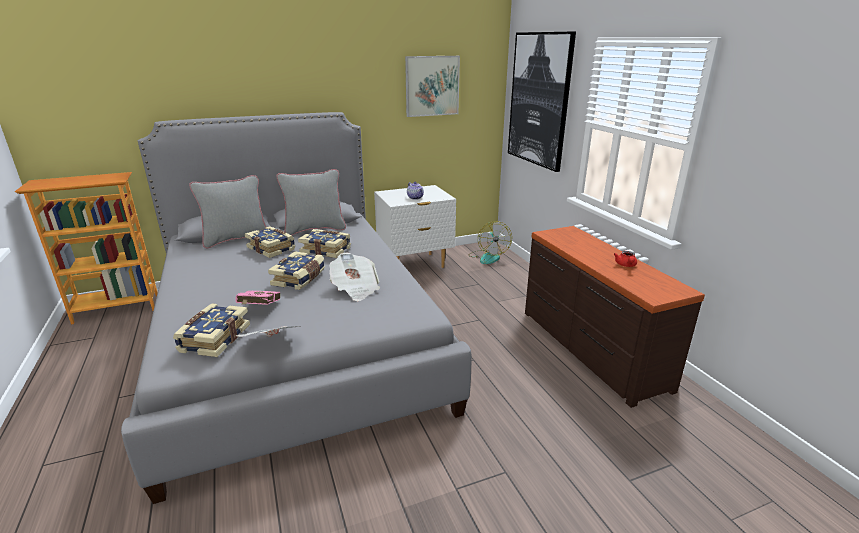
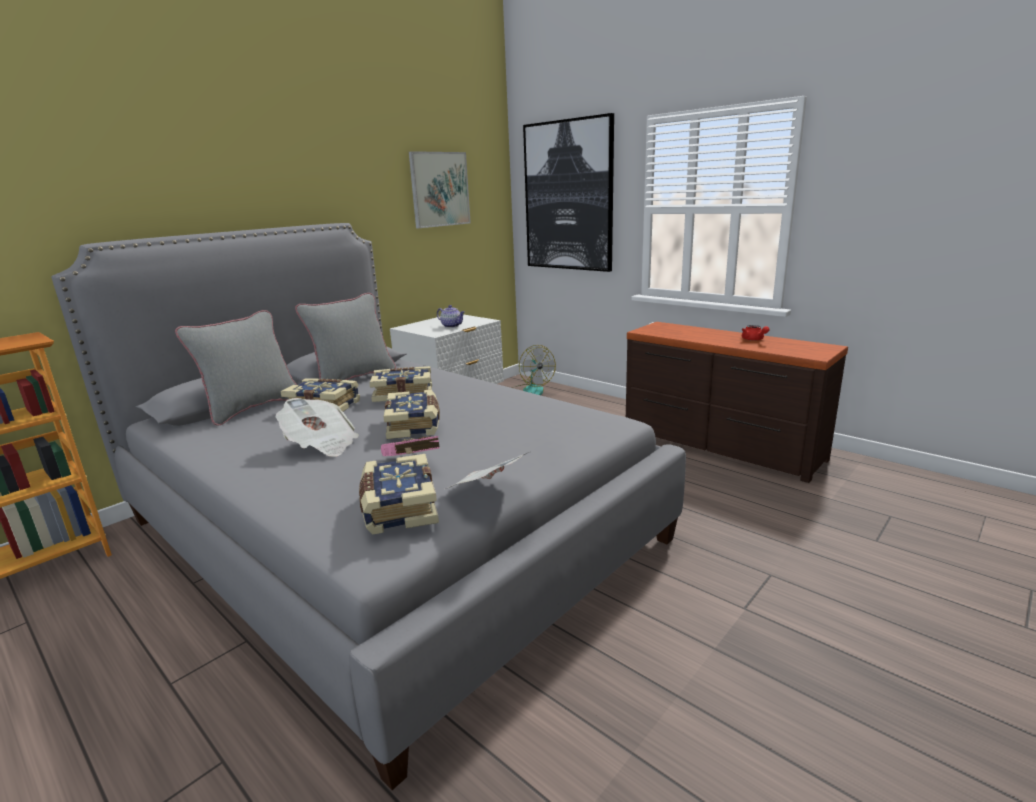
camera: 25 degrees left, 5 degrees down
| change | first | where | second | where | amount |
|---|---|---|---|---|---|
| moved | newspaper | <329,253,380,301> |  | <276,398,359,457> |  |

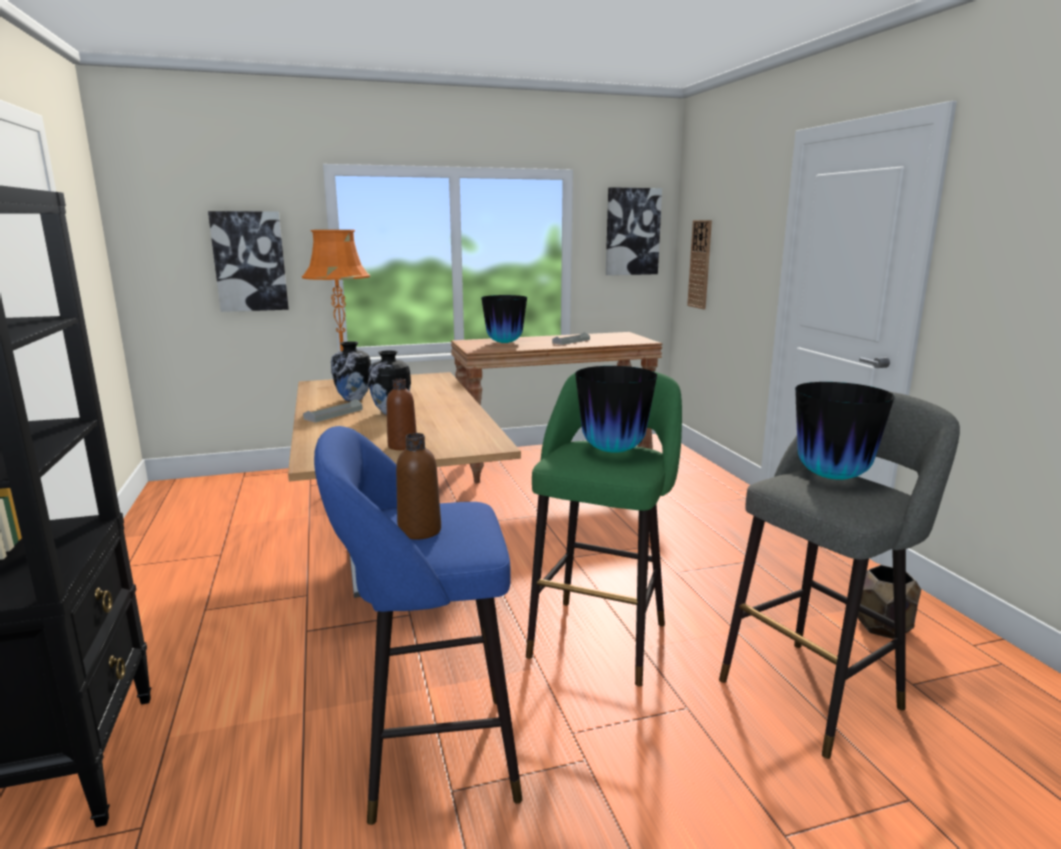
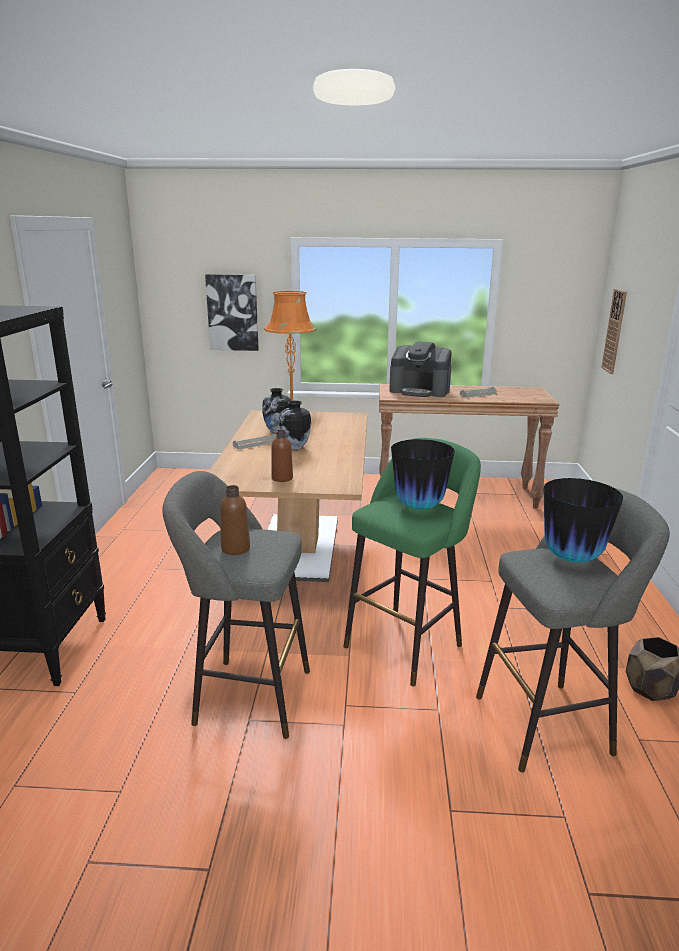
camera: 20 degrees right, 5 degrees up
| change | first | where | second | where | amount |
|---|---|---|---|---|---|
| removed | wall picture | <606,187,662,275> |  |  |  |
| replaced | vase | <481,295,527,343> | coffee maker | <389,341,452,397> |  |
| recoloured | blue stool seat | <314,426,522,825> | grey stool seat | <162,471,310,739> |  |

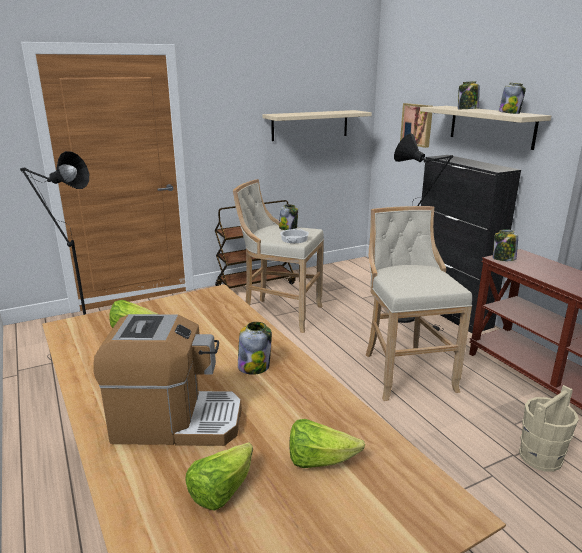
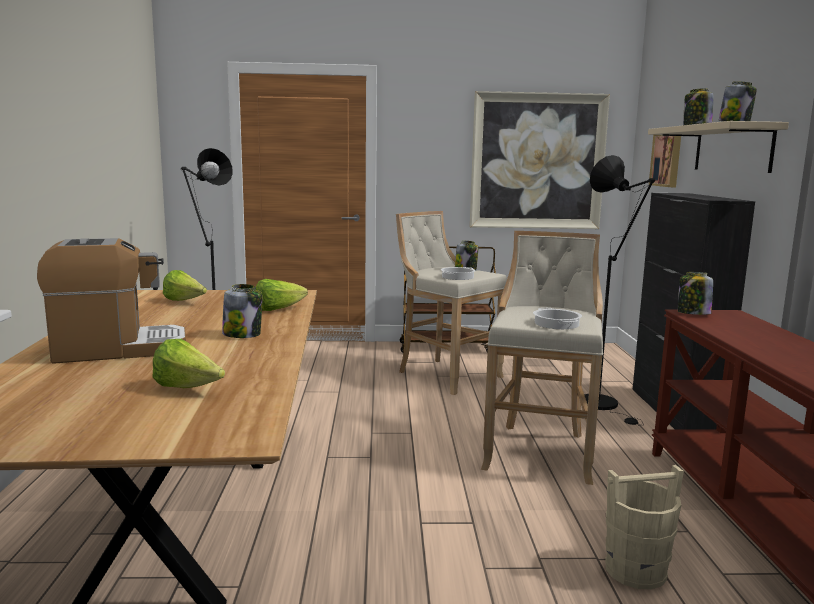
camera: 25 degrees right, 10 degrees down
| change | first | where | second | where | amount |
|---|---|---|---|---|---|
| replaced | sand-coloured shelf | <262,110,372,141> | wall picture | <470,91,610,229> |  |
| turned | coffee maker | <93,314,242,446> |  | <37,238,186,364> | 45 degrees counterclockwise |
| moved | lettuce head | <185,442,253,511> |  | <256,279,308,311> |  |
| added |  |  | stockpot | <533,308,582,329> |  |

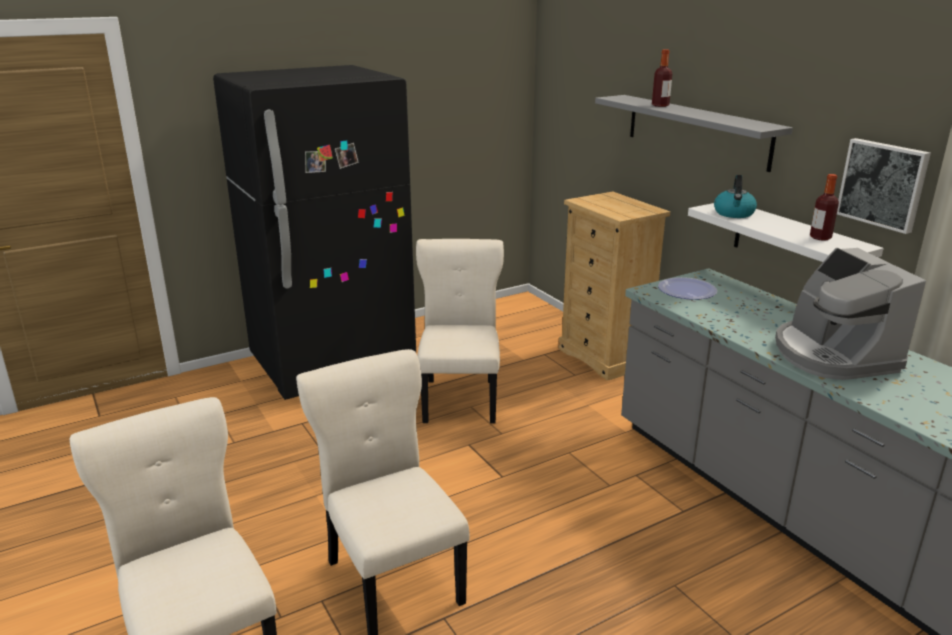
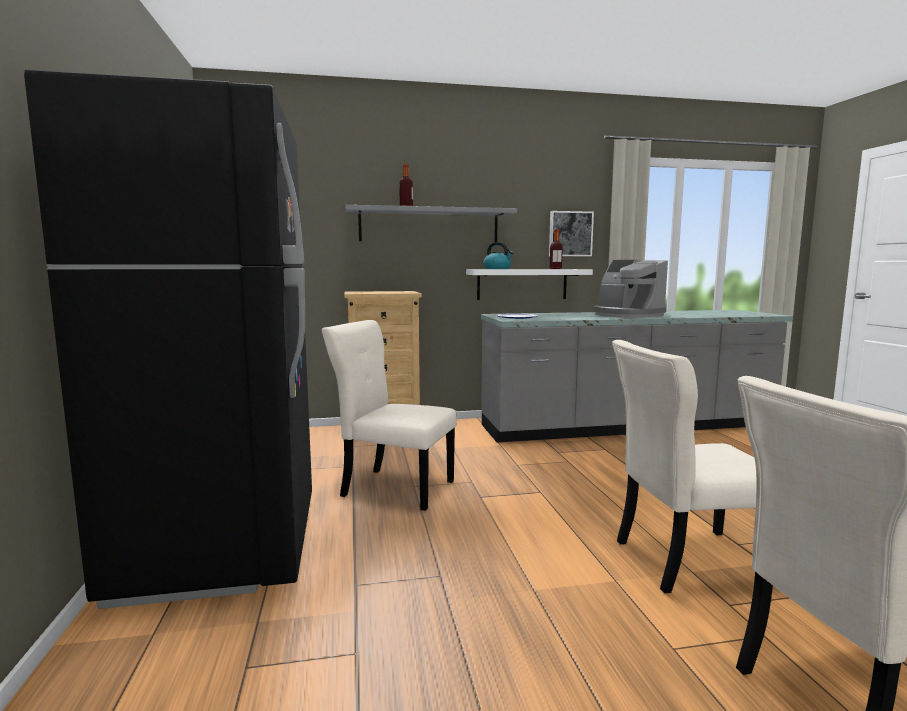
camera: 70 degrees left, 15 degrees down
| change | first | where | second | where | amount |
|---|---|---|---|---|---|
| turned | coffee maker | <775,248,926,380> |  | <594,260,668,318> | 45 degrees clockwise |

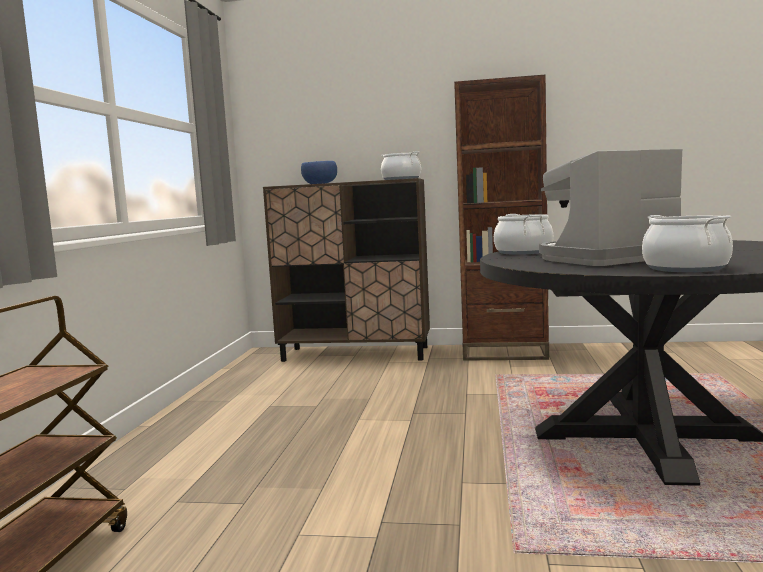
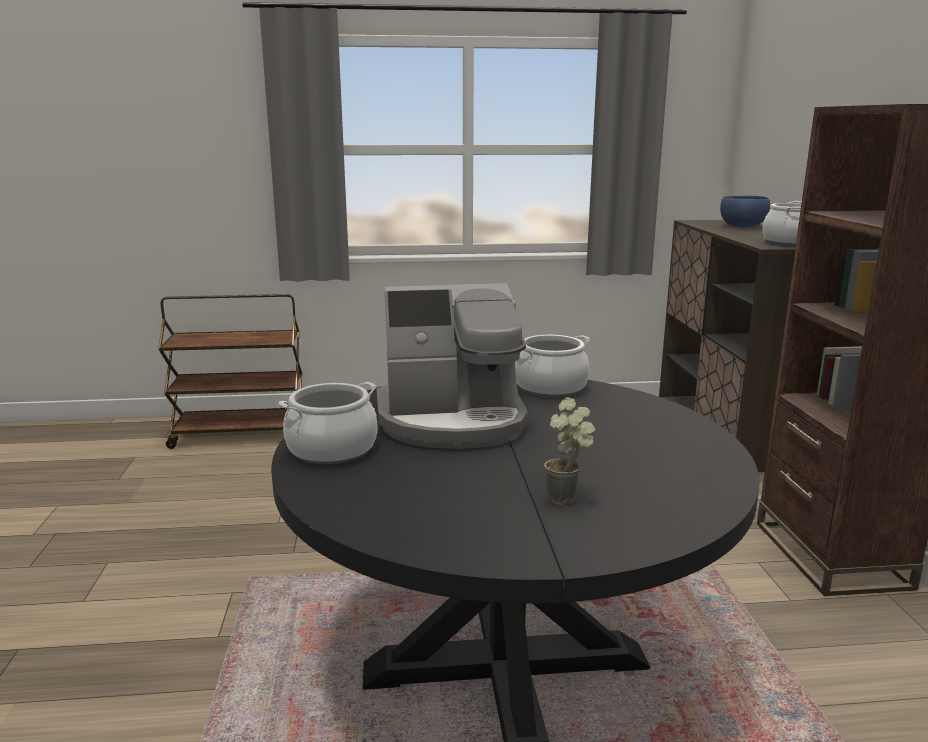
camera: 75 degrees right, 10 degrees up
| change | first | where | second | where | amount |
|---|---|---|---|---|---|
| turned | coffee maker | <539,149,682,266> |  | <377,283,528,449> | 120 degrees clockwise |
| added |  |  | plant in a pot | <544,397,596,505> |  |

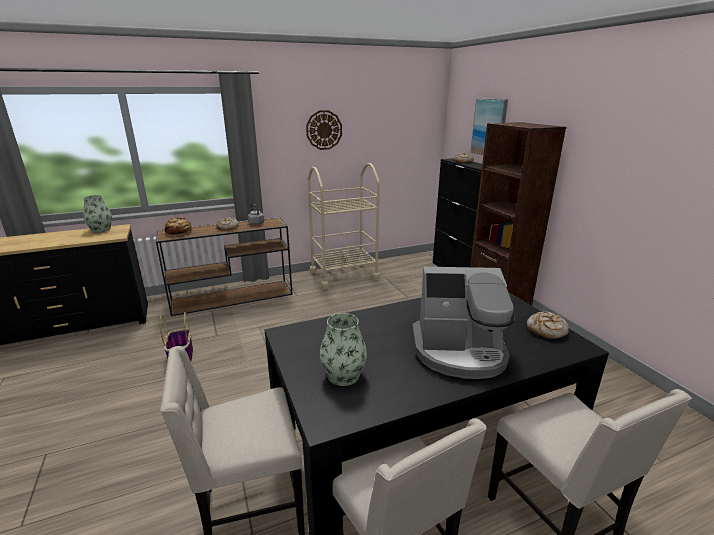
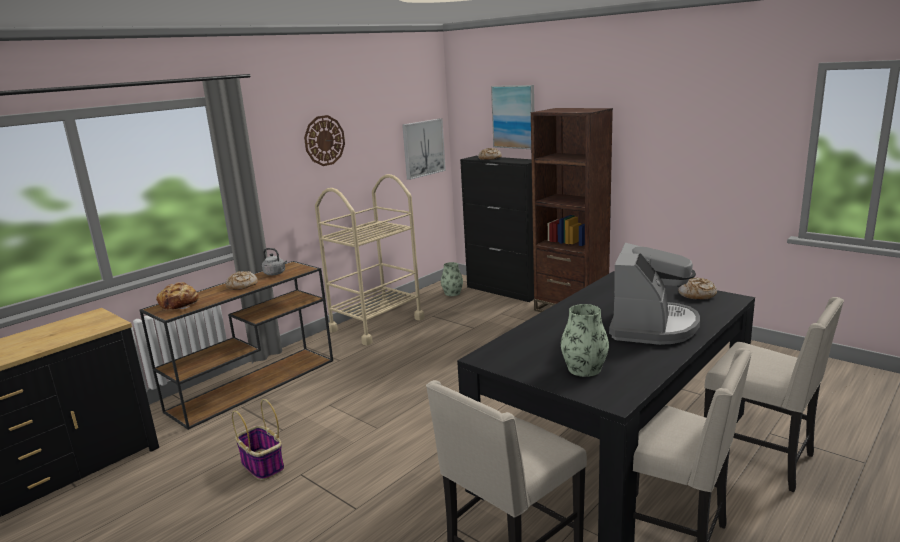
camera: 25 degrees left, 5 degrees down
| change | first | where | second | where | amount |
|---|---|---|---|---|---|
| moved | vase | <83,195,112,232> |  | <441,262,463,296> |  |
| turned | coffee maker | <412,267,515,379> |  | <609,243,700,345> | 45 degrees counterclockwise |
| added |  |  | wall picture | <402,119,446,180> |  |

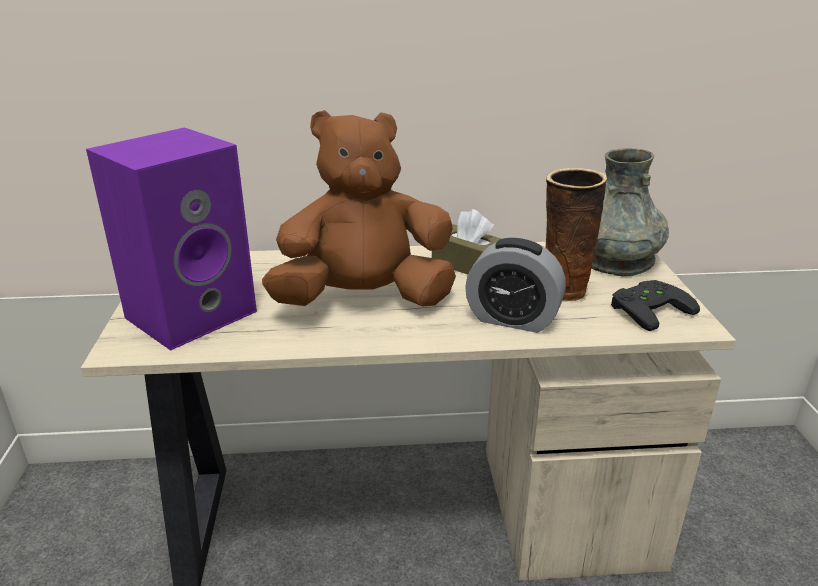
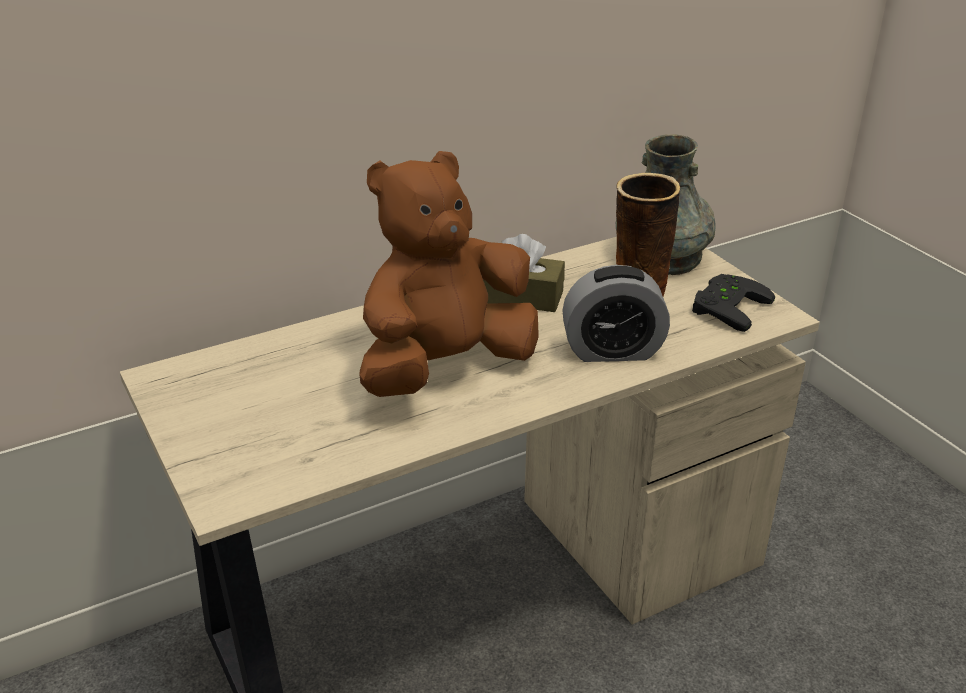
camera: 25 degrees left, 5 degrees up
| change | first | where | second | where | amount |
|---|---|---|---|---|---|
| removed | purple speaker | <86,128,257,351> |  |  |  |

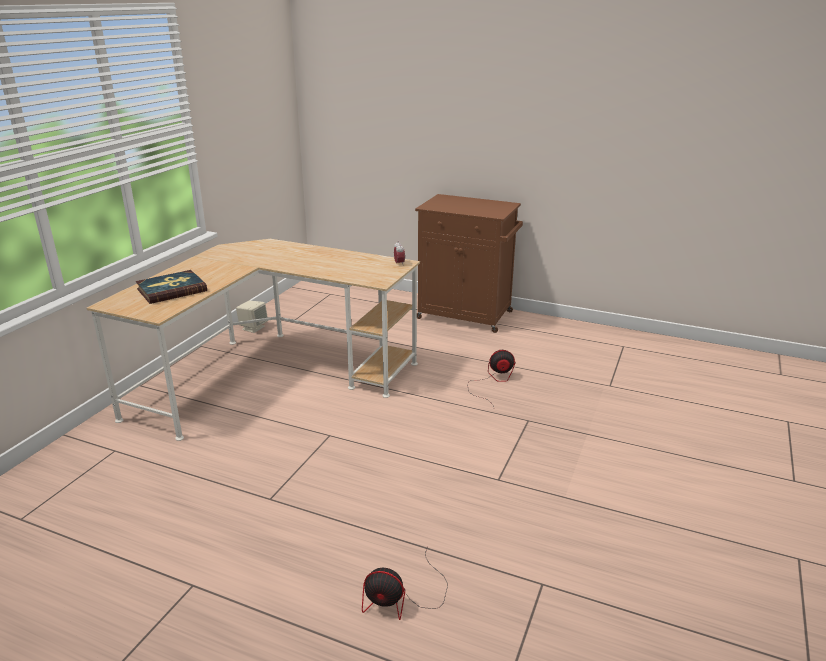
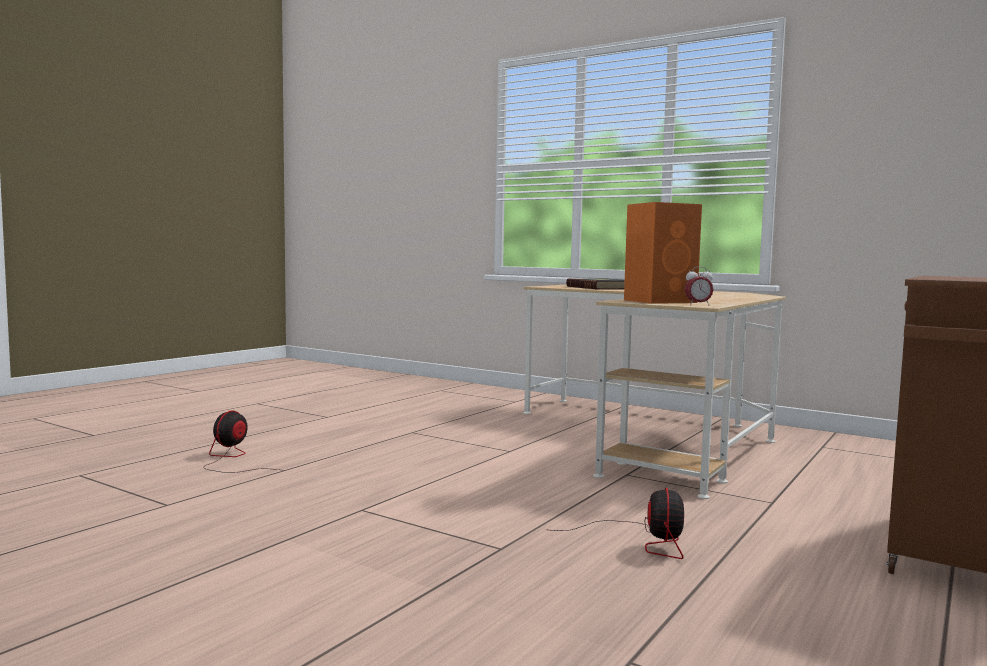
camera: 100 degrees right, 20 degrees down
| change | first | where | second | where | amount |
|---|---|---|---|---|---|
| removed | sand-coloured speaker | <236,301,268,333> |  |  |  |
| added |  |  | orange speaker | <624,202,702,304> |  |

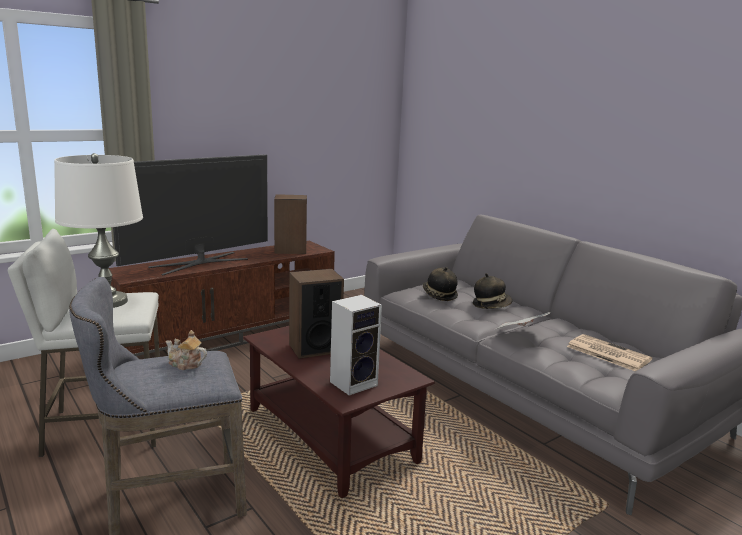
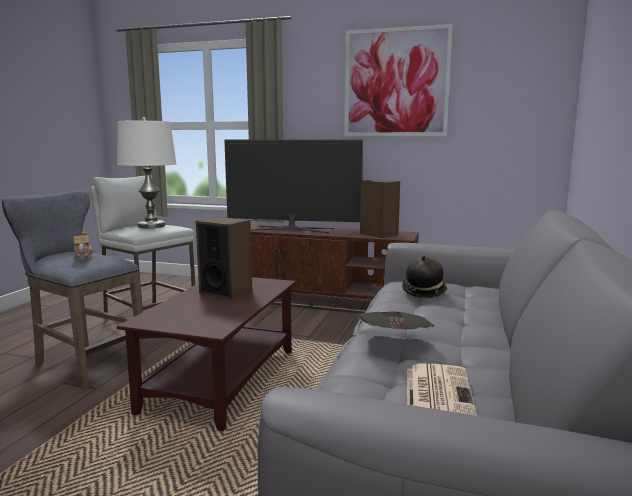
camera: 55 degrees right, 5 degrees down
| change | first | where | second | where | amount |
|---|---|---|---|---|---|
| removed | hat | <473,273,512,309> |  |  |  |
| removed | speaker | <330,295,382,396> |  |  |  |
| added |  |  | wall picture | <344,24,453,136> |  |

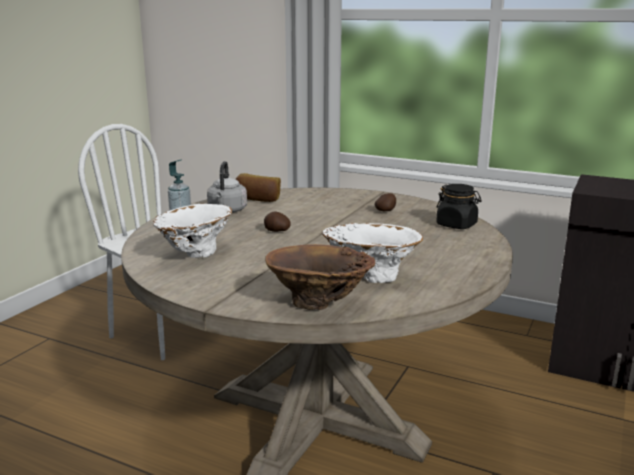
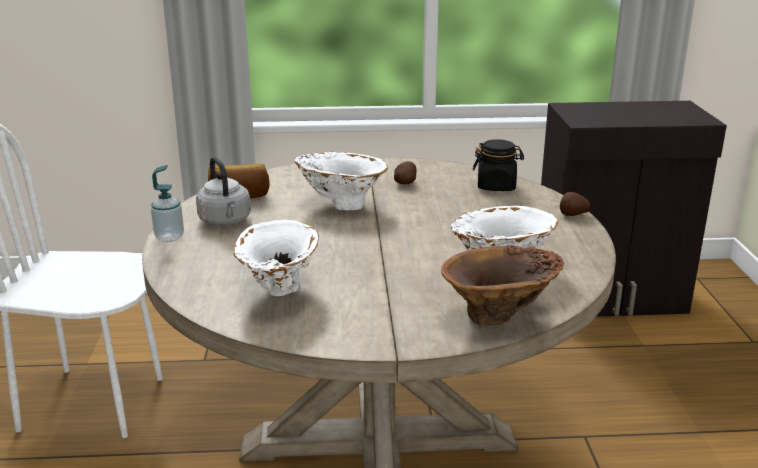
camera: 30 degrees left, 5 degrees up
| change | first | where | second | where | amount |
|---|---|---|---|---|---|
| moved | potato | <264,211,291,232> |  | <560,192,590,216> |  |
| added |  |  | white-coloured vase | <295,152,388,210> |  |

